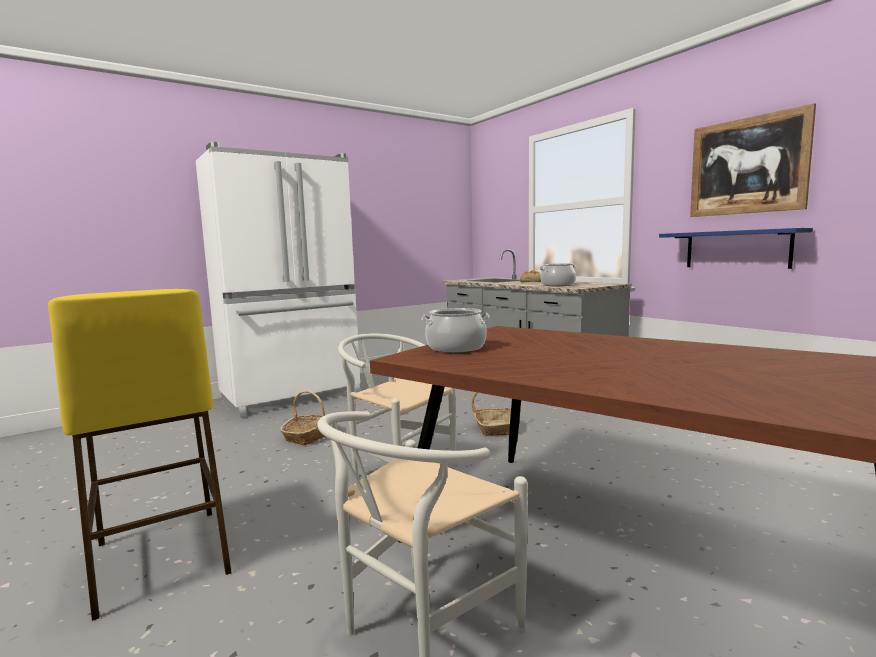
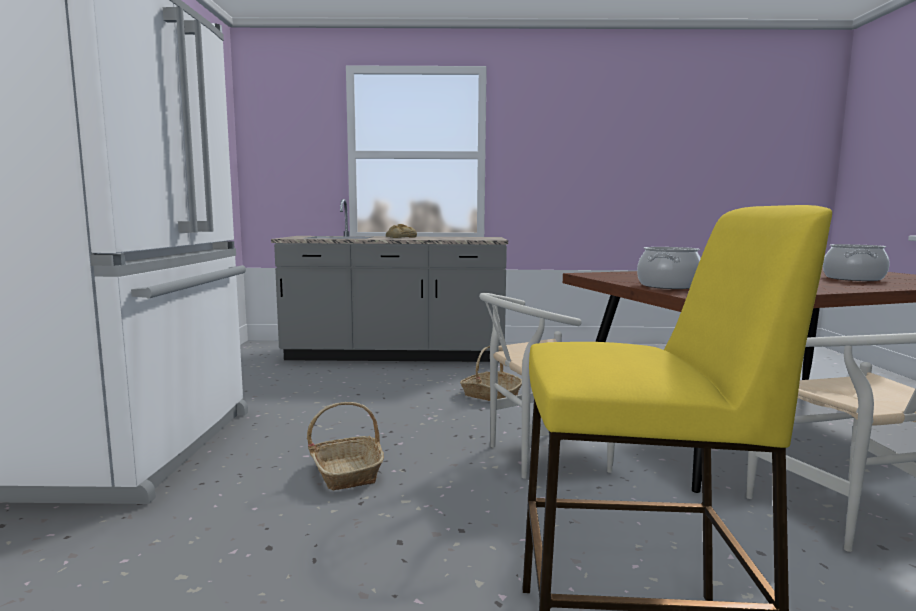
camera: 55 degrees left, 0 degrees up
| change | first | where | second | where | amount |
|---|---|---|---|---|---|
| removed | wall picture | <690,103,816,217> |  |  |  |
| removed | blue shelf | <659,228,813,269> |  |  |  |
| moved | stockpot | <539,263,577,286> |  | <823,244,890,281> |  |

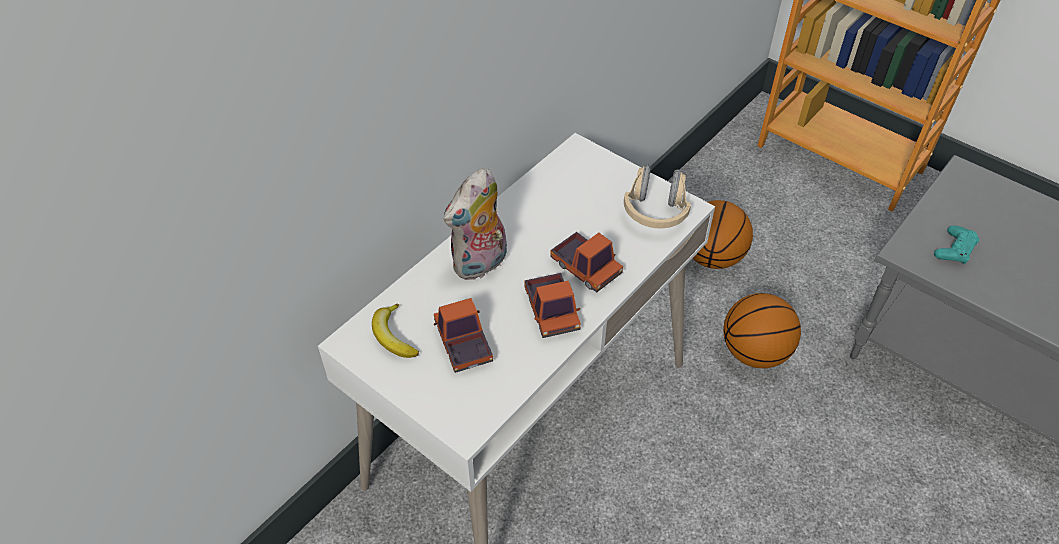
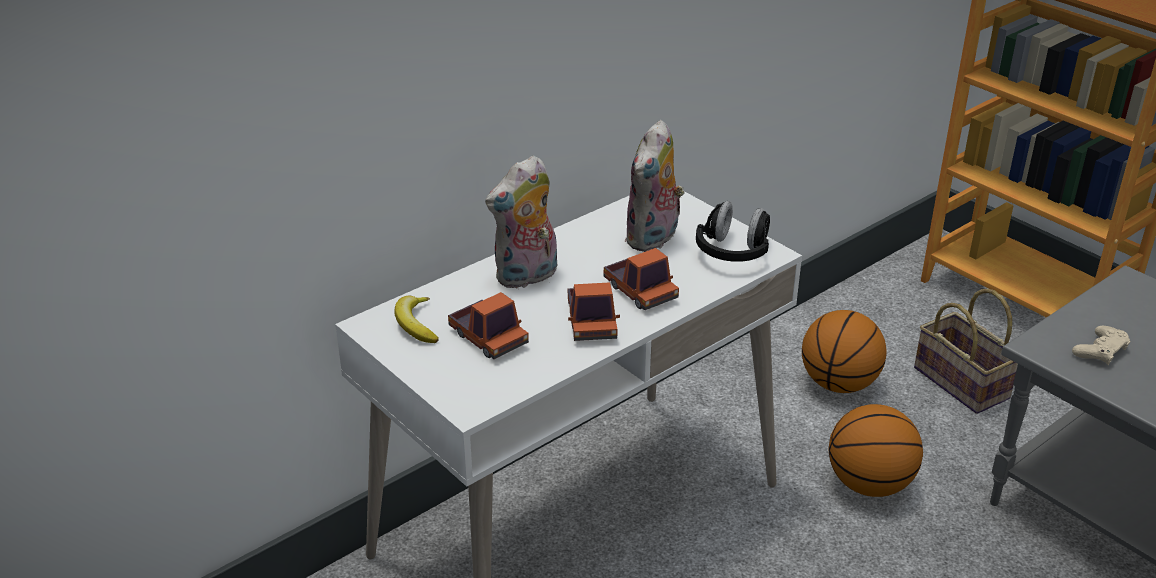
camera: 10 degrees right, 15 degrees down
| change | first | where | second | where | amount |
|---|---|---|---|---|---|
| recoloured | sand-coloured headset | <624,165,691,229> | blackish headset | <696,201,770,262> |  |
| recoloured | turquoise joypad | <934,226,979,265> | sand-coloured joypad | <1072,326,1130,365> |  |
| turned | model truck | <434,298,493,373> |  | <448,292,529,359> | 150 degrees clockwise |
| added |  |  | soft toy | <624,120,685,252> |  |
| added |  |  | storage basket | <914,289,1018,414> |  |

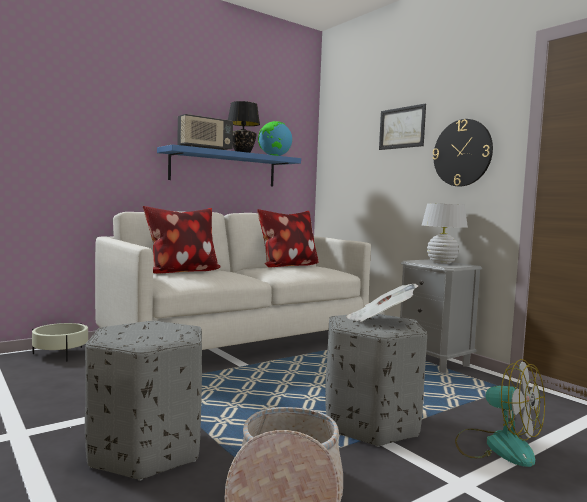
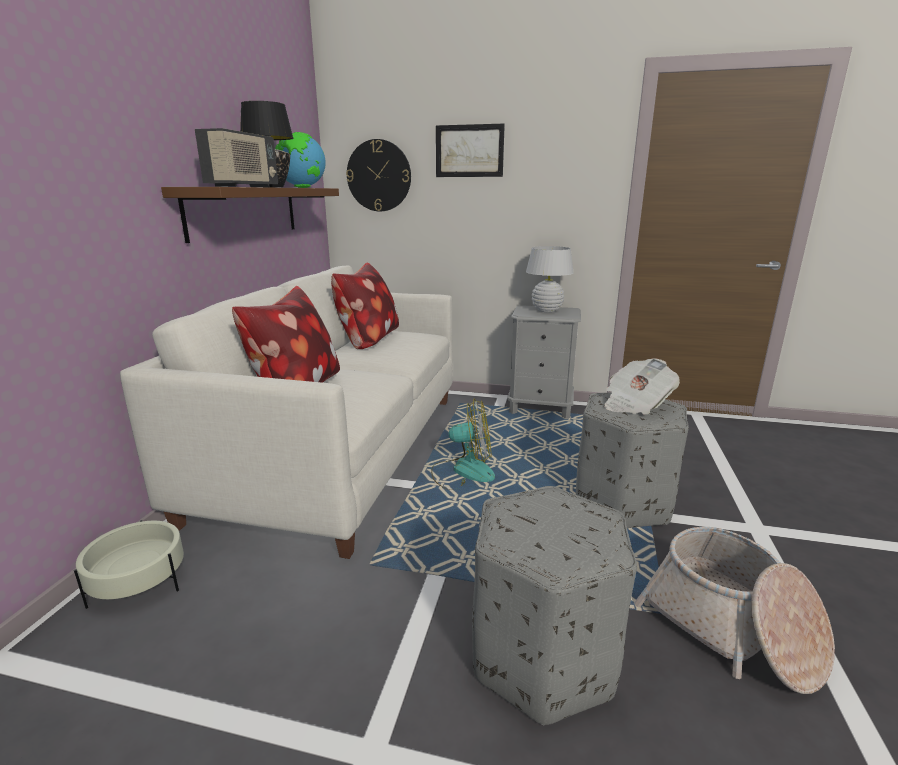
camera: 40 degrees left, 15 degrees up
| change | first | where | second | where | amount |
|---|---|---|---|---|---|
| moved | hanging clock | <432,119,493,186> |  | <346,139,411,211> |  |
| recoloured | blue shelf | <157,144,301,186> | brownish shelf | <161,187,339,243> |  |
| moved | cooling fan | <455,359,545,467> |  | <431,398,495,490> |  |

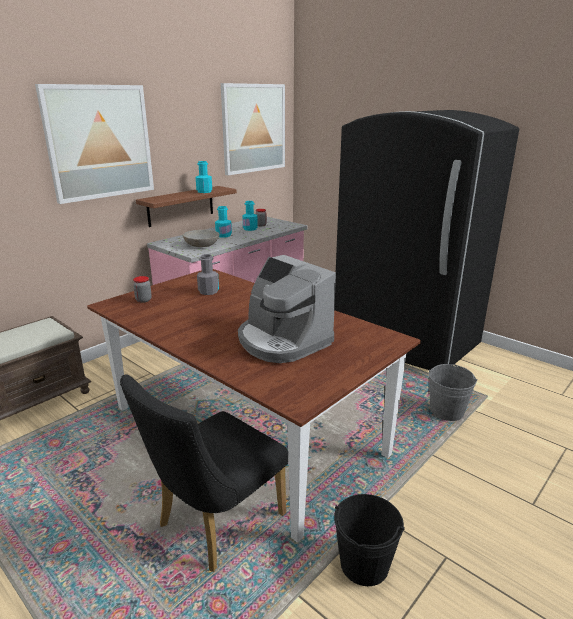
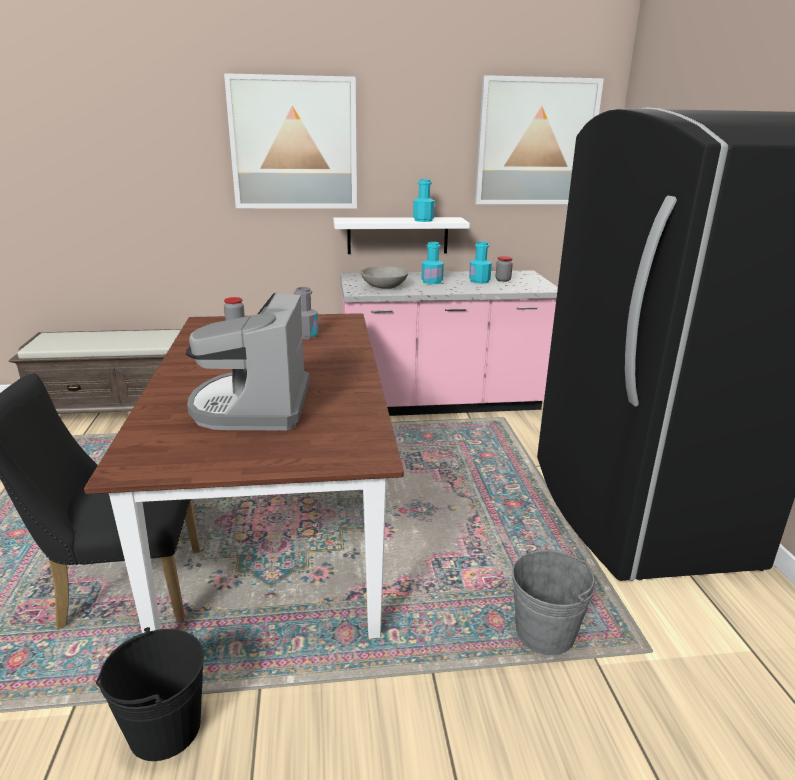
camera: 40 degrees right, 0 degrees up
| change | first | where | second | where | amount |
|---|---|---|---|---|---|
| recoloured | brownish shelf | <136,186,237,227> | white-coloured shelf | <333,217,470,254> |  |

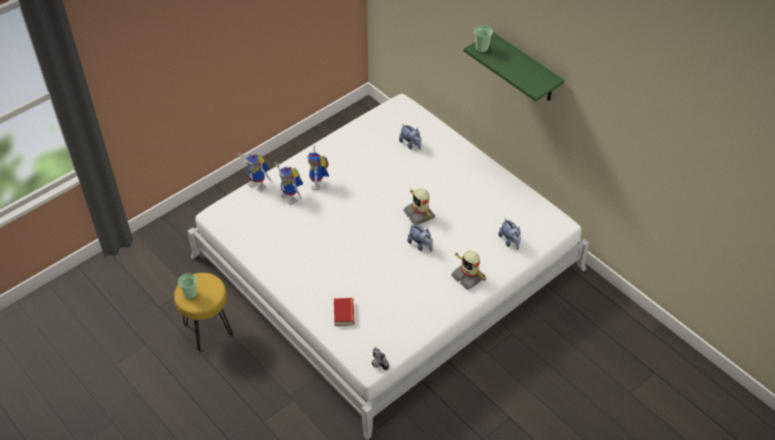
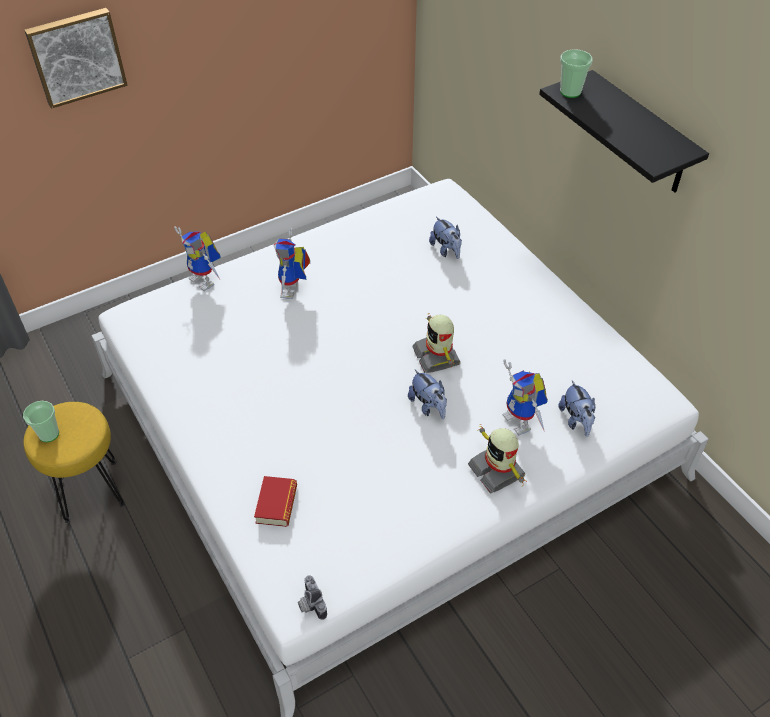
camera: 10 degrees right, 0 degrees up
| change | first | where | second | where | amount |
|---|---|---|---|---|---|
| recoloured | green-coloured shelf | <464,32,565,102> | blackish shelf | <539,70,709,193> |  |
| moved | model robot | <275,162,303,205> |  | <503,359,548,435> |  |
| added |  |  | wall picture | <24,8,127,109> |  |

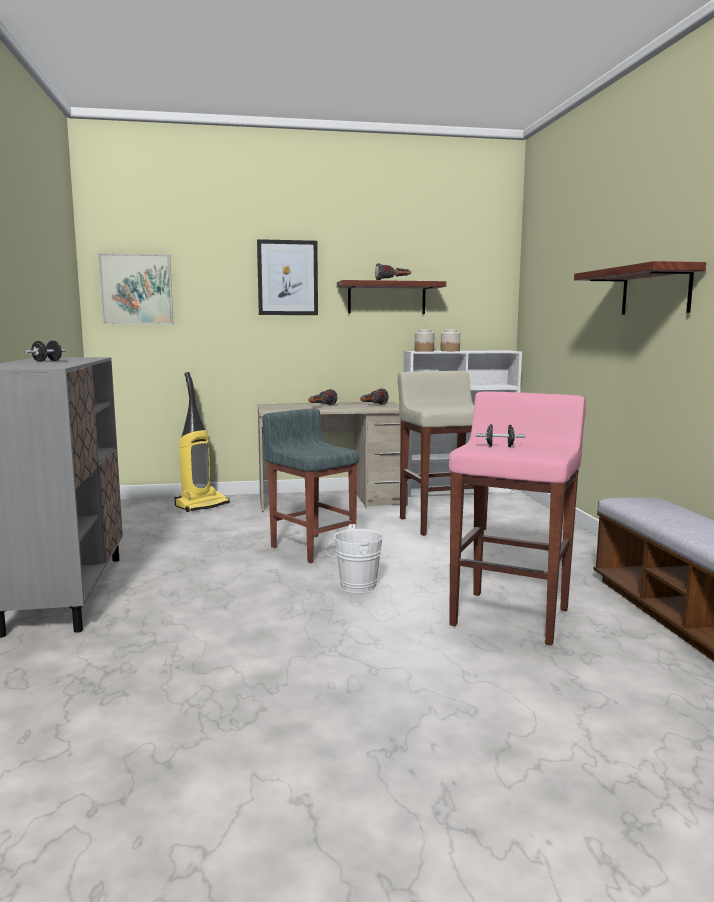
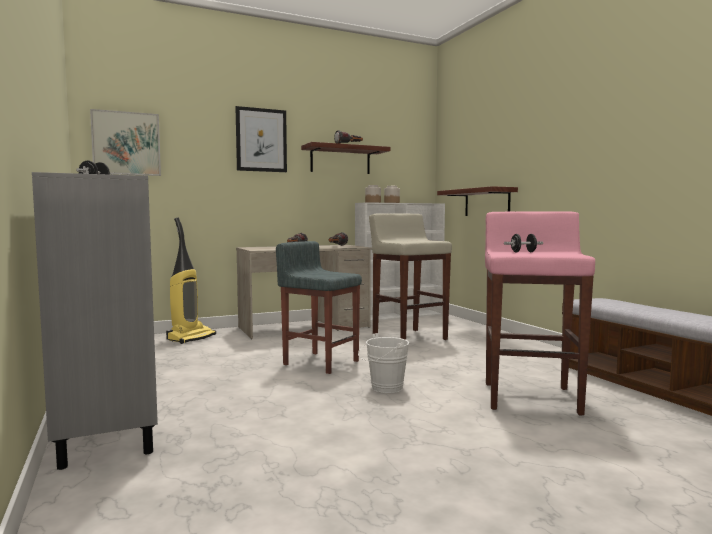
camera: 15 degrees left, 5 degrees down
| change | first | where | second | where | amount |
|---|---|---|---|---|---|
| moved | shelf | <574,261,706,315> |  | <437,186,518,216> |  |

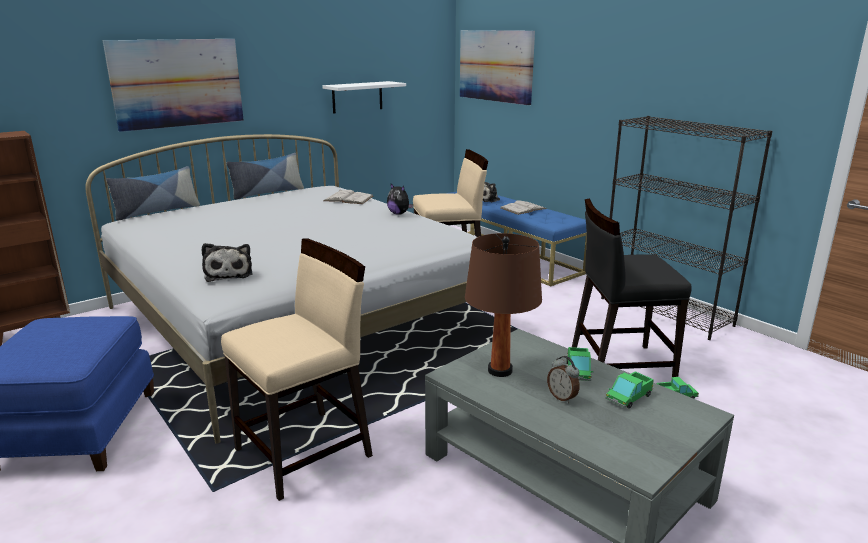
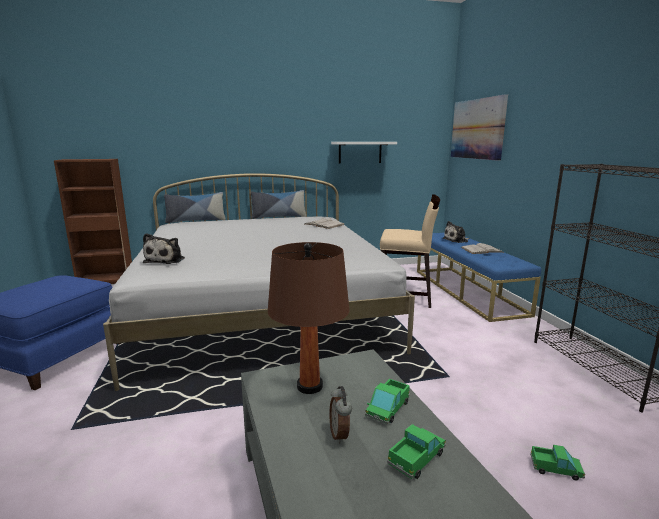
camera: 25 degrees right, 5 degrees down
| change | first | where | second | where | amount |
|---|---|---|---|---|---|
| removed | wall picture | <103,39,244,132> |  |  |  |
| removed | soft toy | <387,184,413,215> |  |  |  |
| removed | blackish chair | <572,198,692,377> |  |  |  |
| removed | sand-coloured chair | <221,238,373,501> |  |  |  |
| turned | model truck | <605,371,654,409> |  | <387,424,446,479> | 150 degrees clockwise |

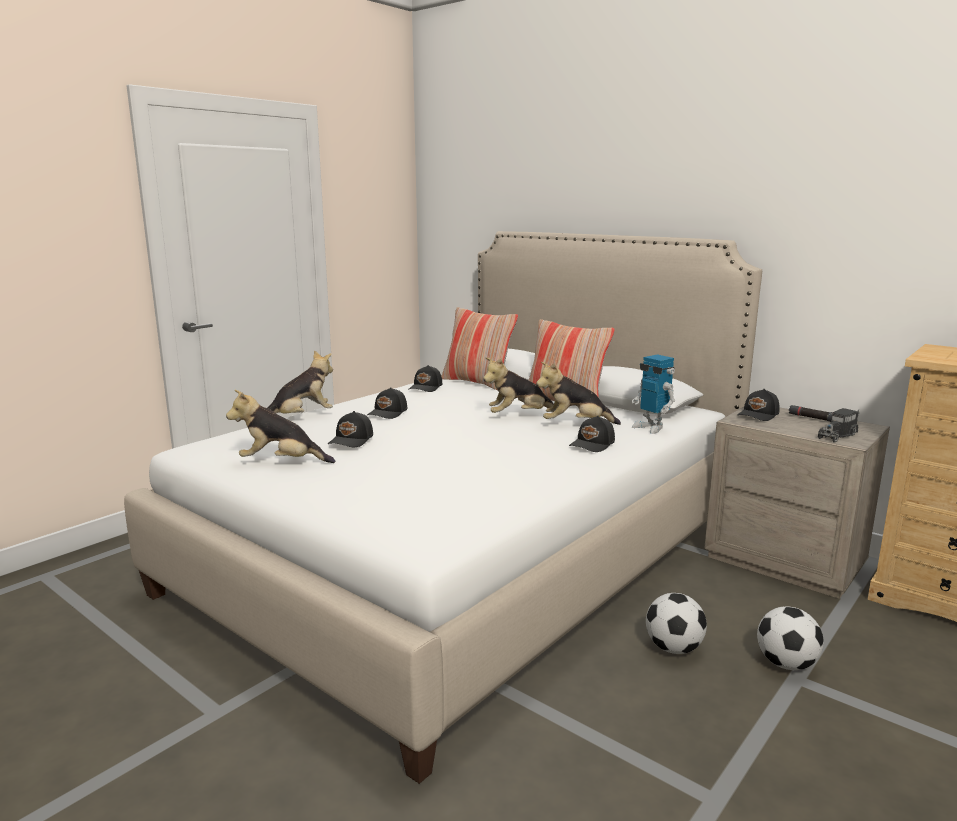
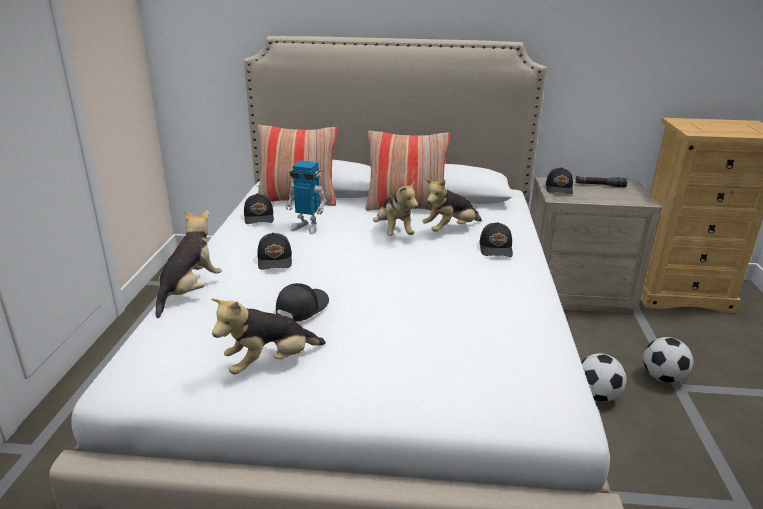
camera: 35 degrees left, 10 degrees up
| change | first | where | second | where | amount |
|---|---|---|---|---|---|
| moved | model robot | <632,354,675,434> |  | <285,160,327,234> |  |
| turned | soft toy | <483,357,554,413> |  | <373,180,418,236> | 60 degrees counterclockwise |
| removed | model truck | <818,408,859,443> |  |  |  |
| turned | blackish cap | <328,411,373,447> |  | <276,283,329,322> | 135 degrees counterclockwise |

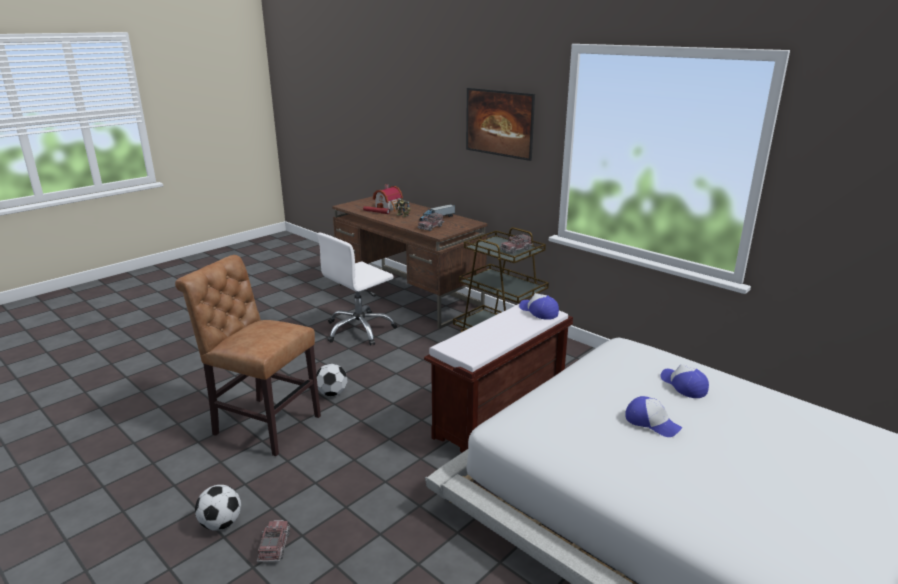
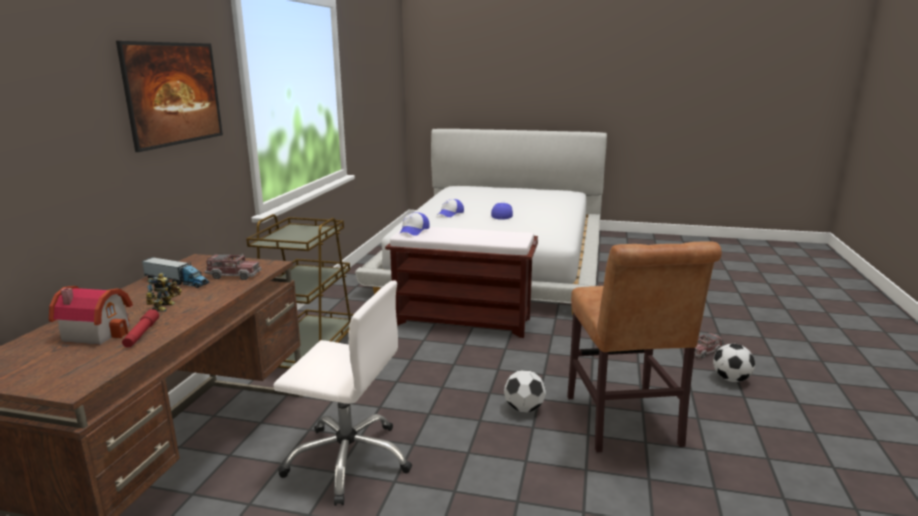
camera: 120 degrees left, 5 degrees down
| change | first | where | second | where | amount |
|---|---|---|---|---|---|
| removed | model truck | <500,233,533,254> |  |  |  |

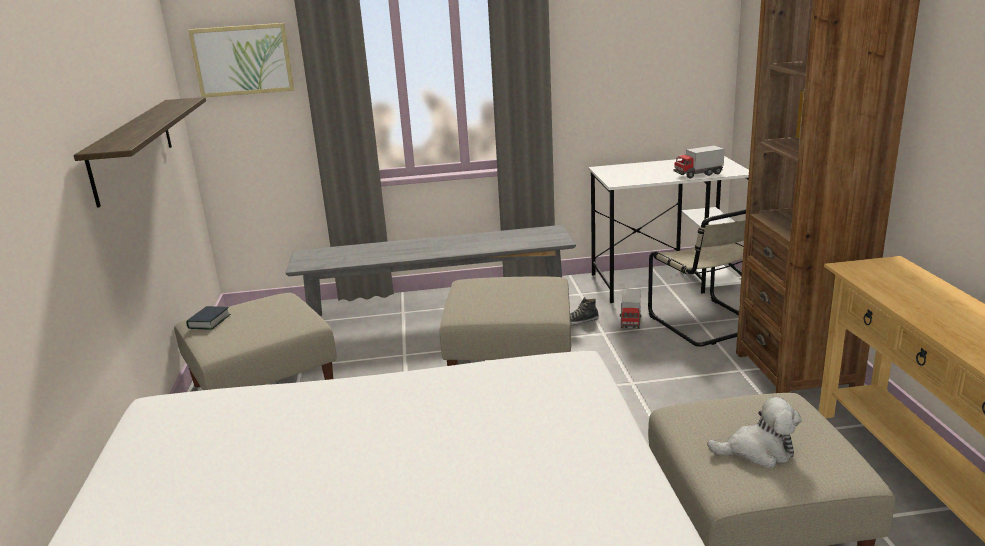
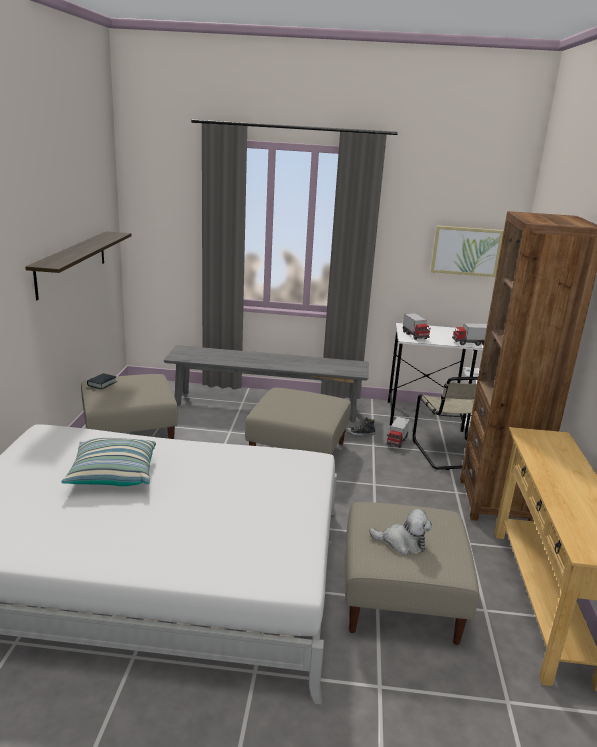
camera: 10 degrees right, 0 degrees up
| change | first | where | second | where | amount |
|---|---|---|---|---|---|
| moved | wall picture | <188,23,295,97> |  | <431,226,504,277> |  |
| added |  |  | model truck | <403,313,430,340> |  |
| added |  |  | pillow | <61,438,156,486> |  |

